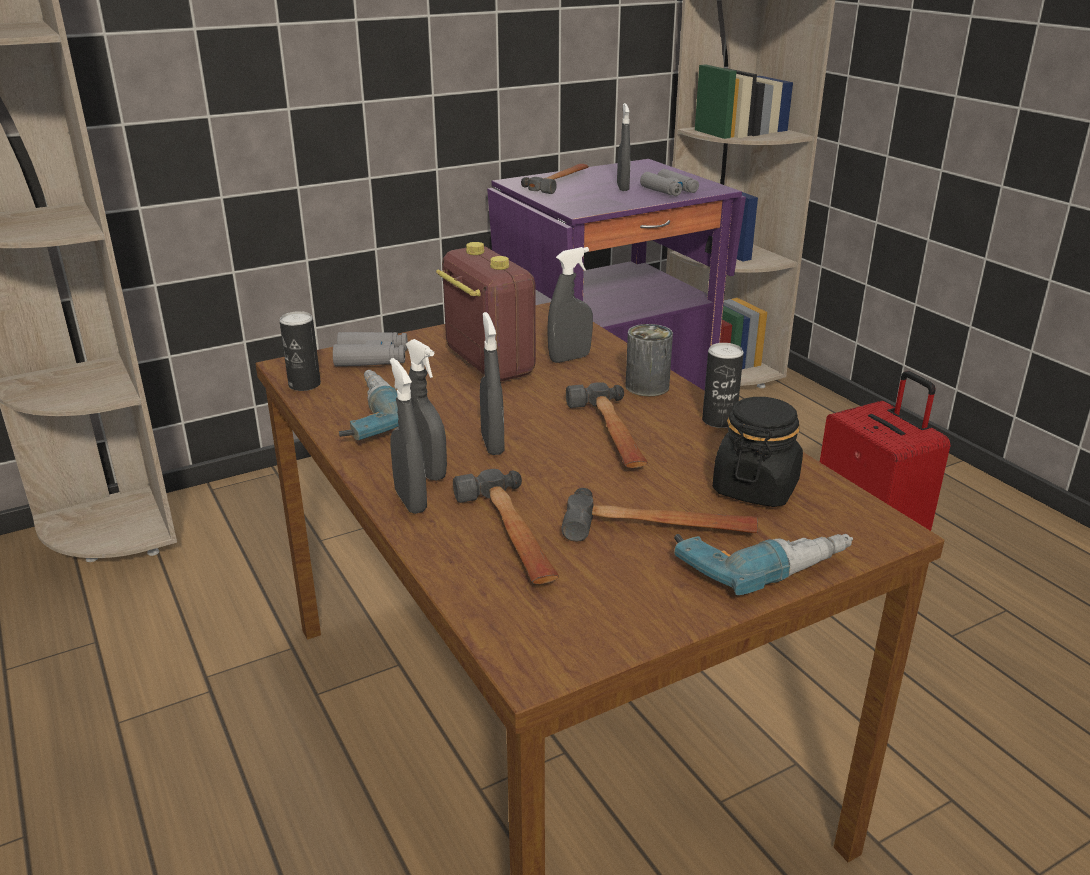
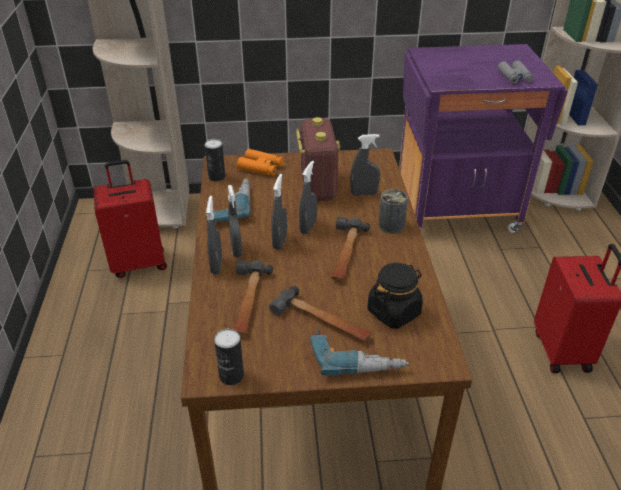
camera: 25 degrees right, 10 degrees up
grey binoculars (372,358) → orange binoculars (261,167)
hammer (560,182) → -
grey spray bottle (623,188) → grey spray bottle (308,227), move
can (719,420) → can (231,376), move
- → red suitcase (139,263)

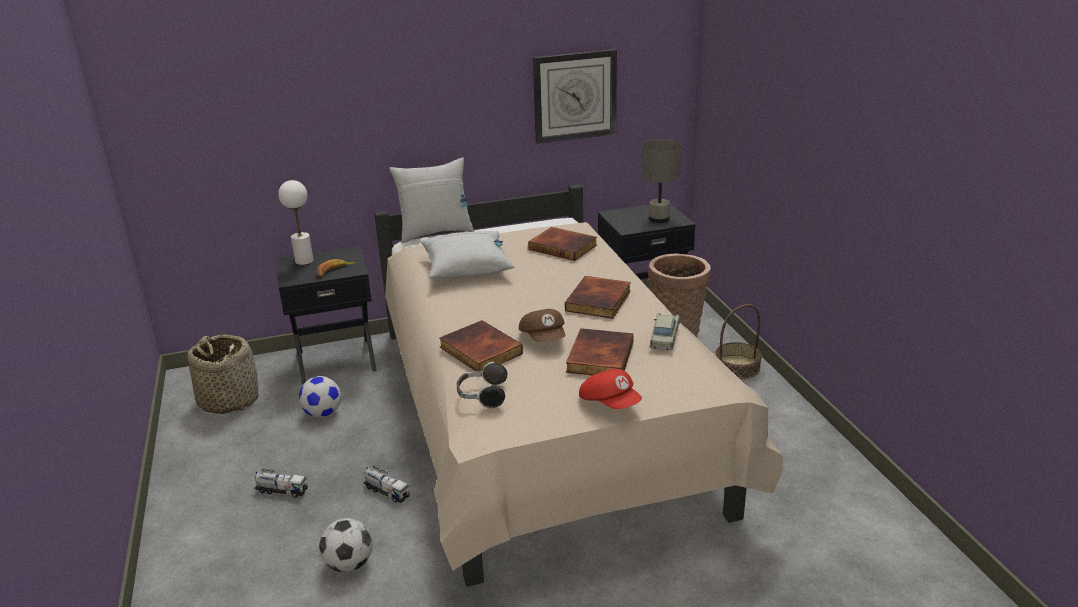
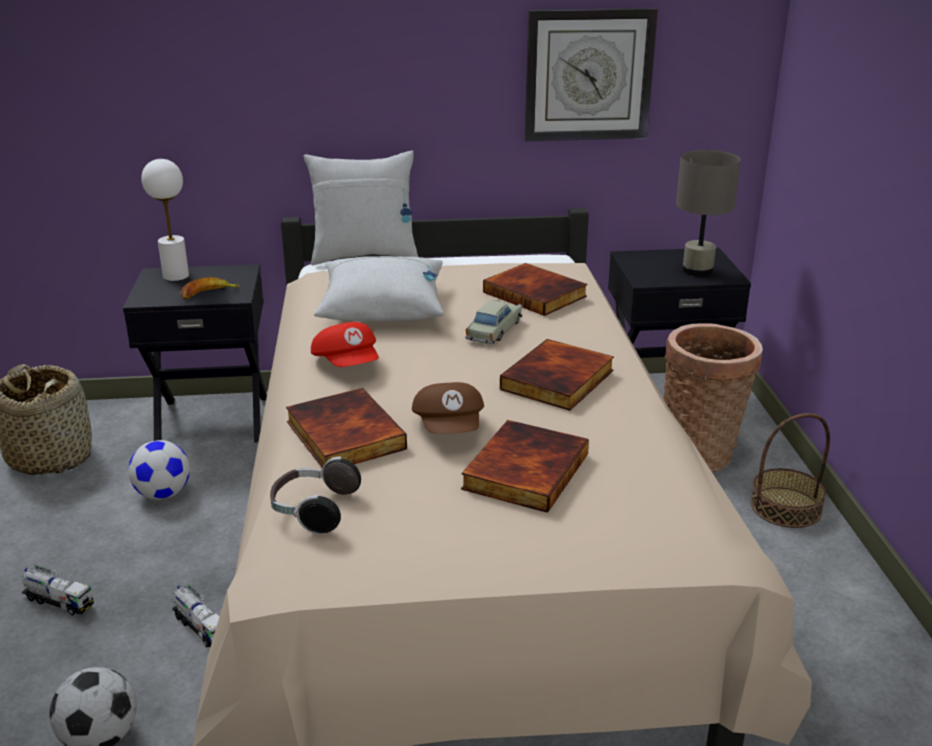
camera: 10 degrees right, 0 degrees up
red cap (610,403) → red cap (348,364), move
beige toy car (664,338) → beige toy car (493,330), move

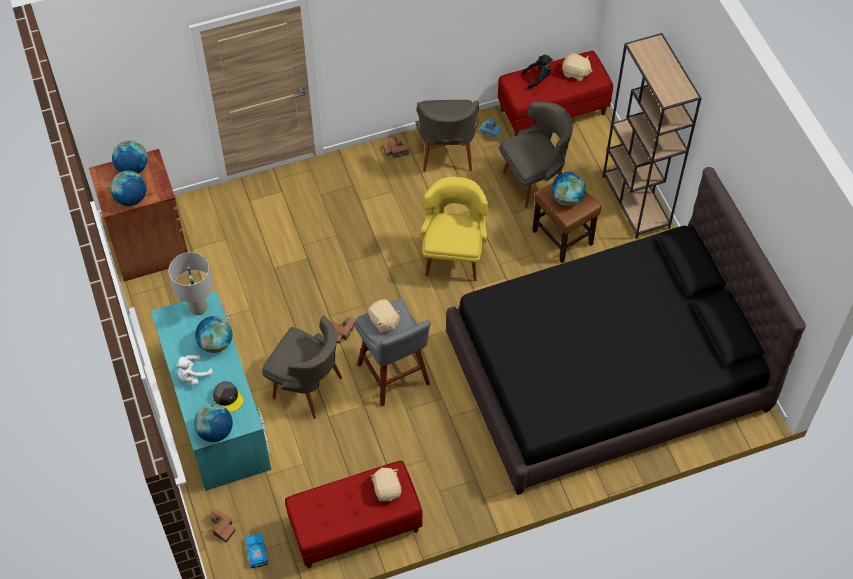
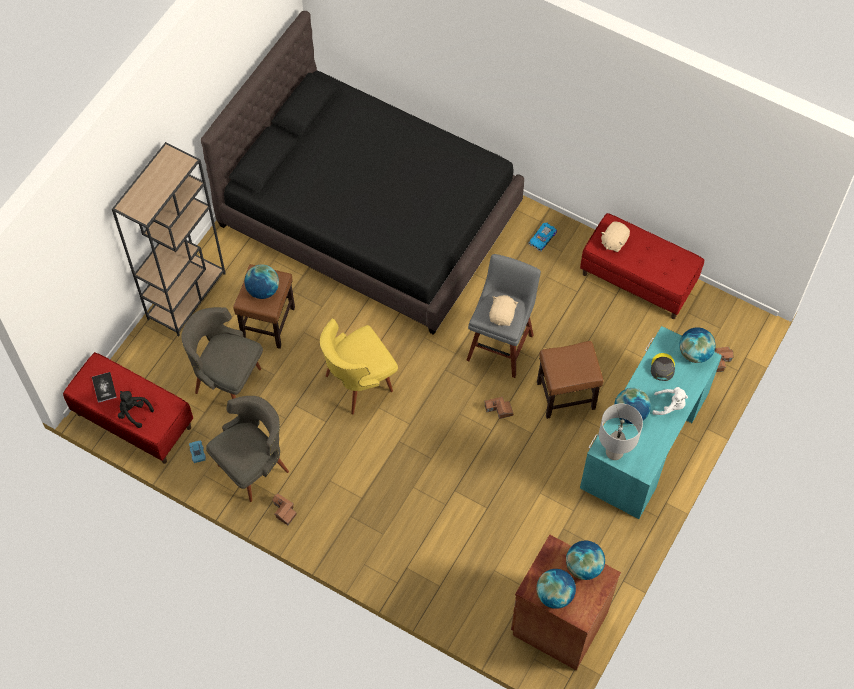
camera: 130 degrees left, 5 degrees up
toy car (256,552) → toy car (543,238), move
grey chair (307,388) → brown stool (566,395)
beige plush toy (575,73) → book (104,387)

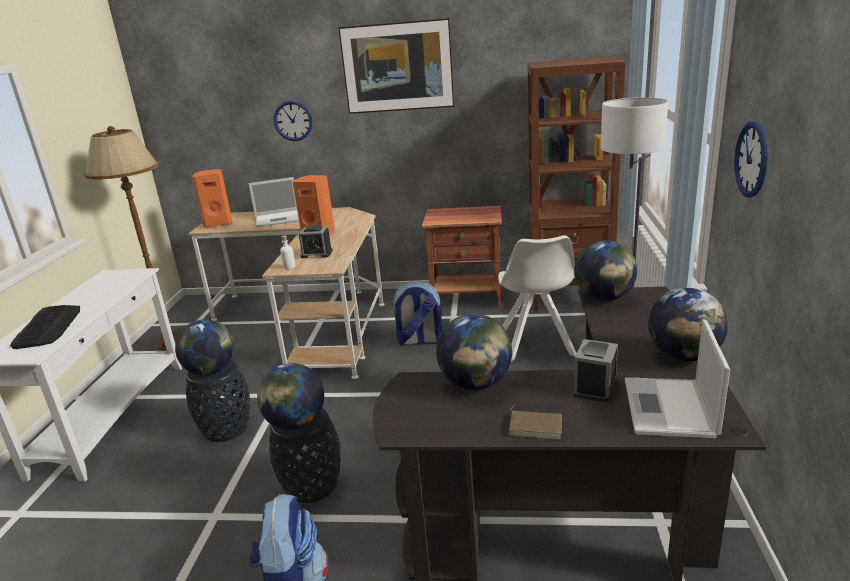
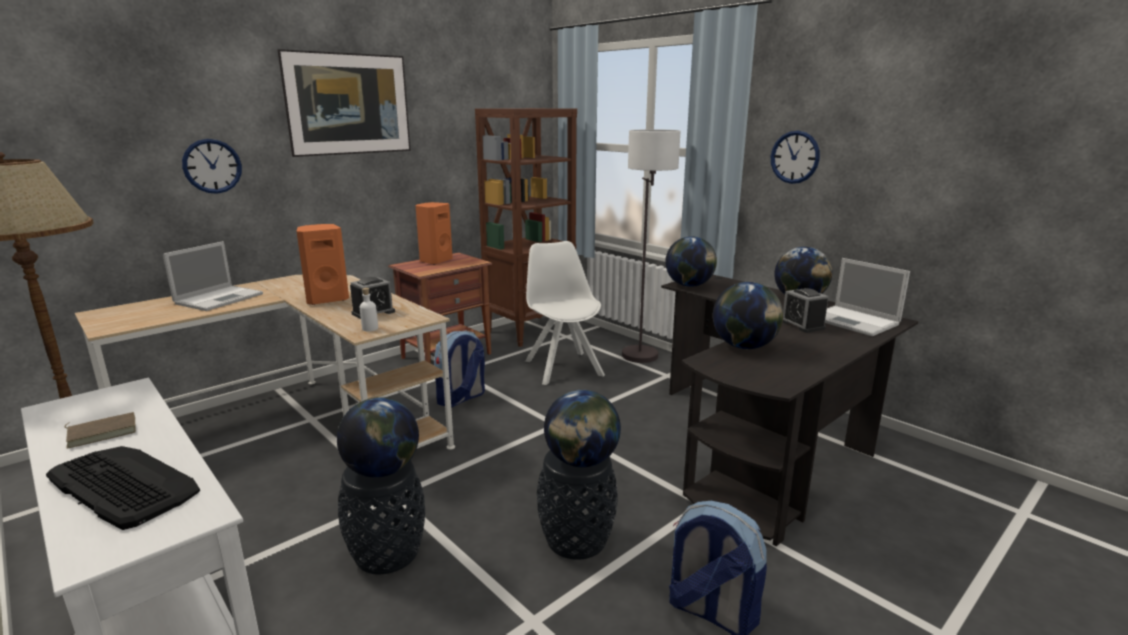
camera: 50 degrees left, 5 degrees down
orange speaker (218,223) → orange speaker (435,261), move
white chair (536,344) → white chair (563,367), 150 degrees counterclockwise
brown book (536,426) → brown book (103,432), move

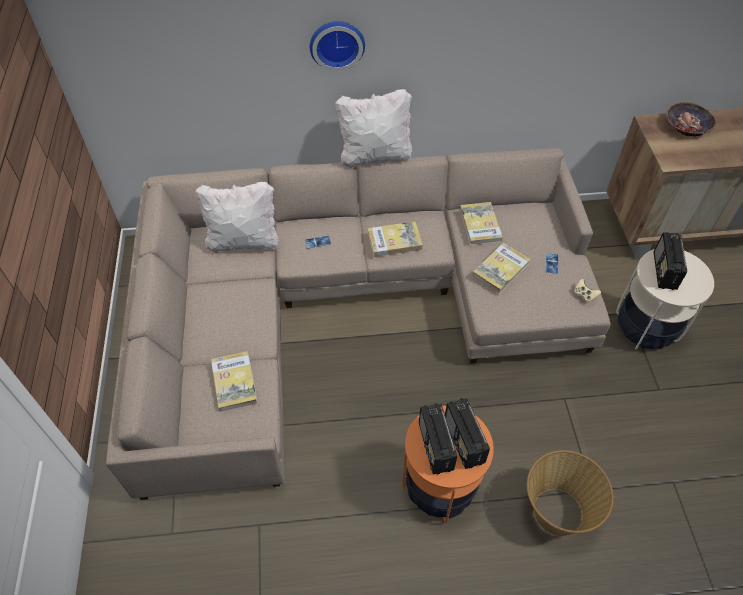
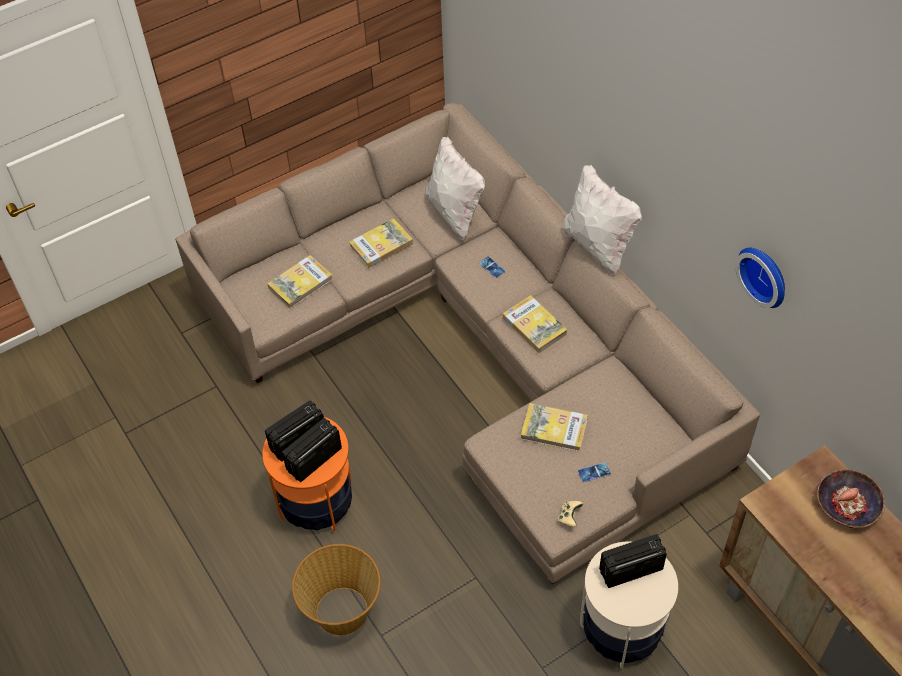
camera: 65 degrees right, 0 degrees up
wall clock (337,43) → wall clock (765,275), move
book (480,225) → book (381,245), move

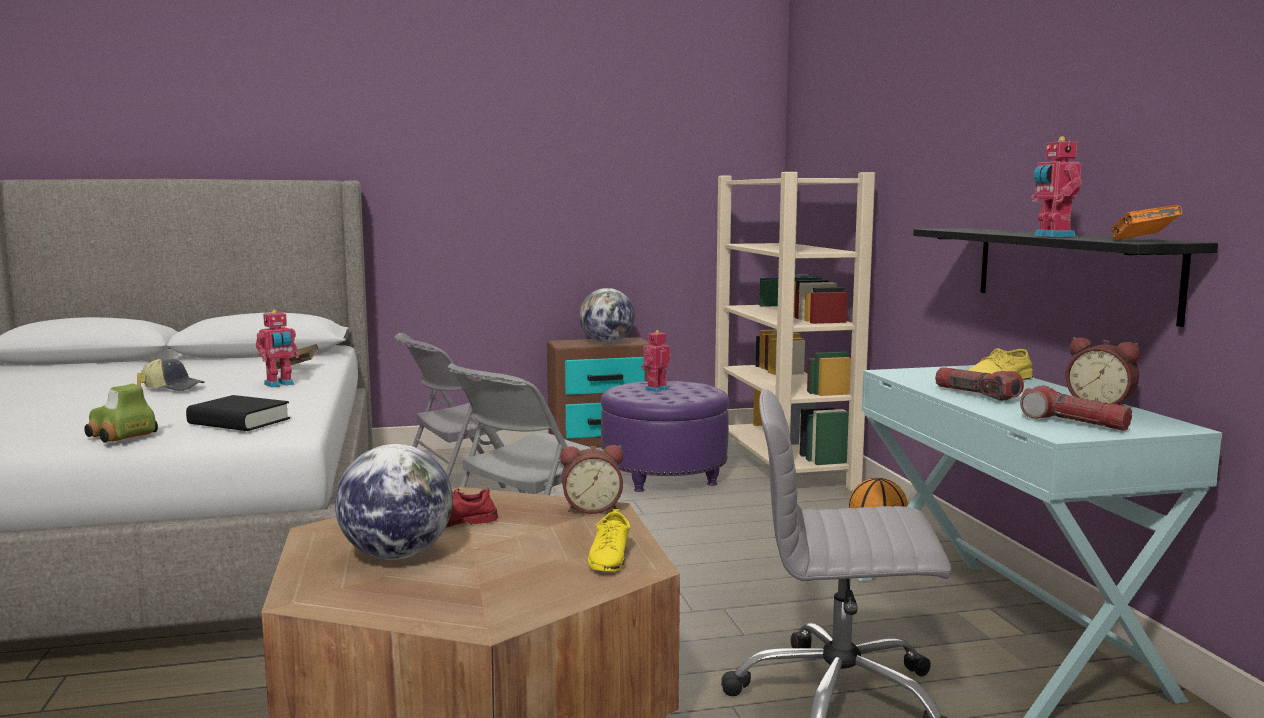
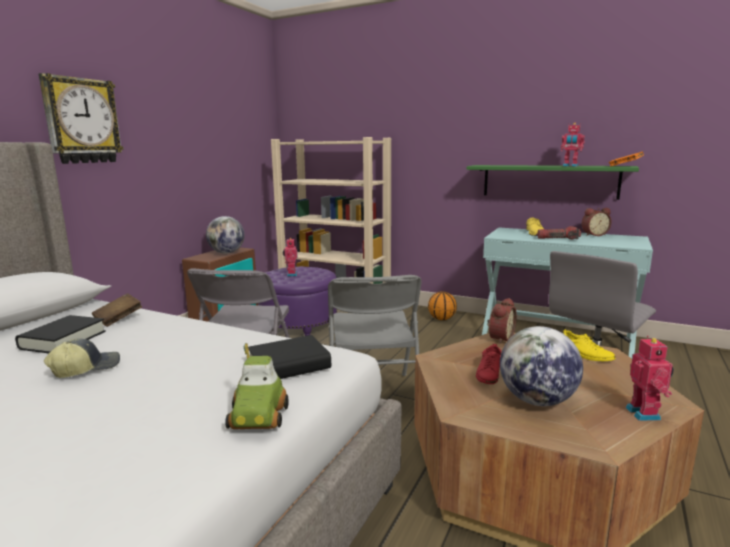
camera: 50 degrees left, 5 degrees up
toy car (121,436) → toy car (259,417), 75 degrees counterclockwise
toy robot (280,384) → toy robot (645,413), move
black shelf (1070,270) → green shelf (549,181)
flashlight (1073,423) → -
- → black book (63,340)
- → wall clock (82,121)

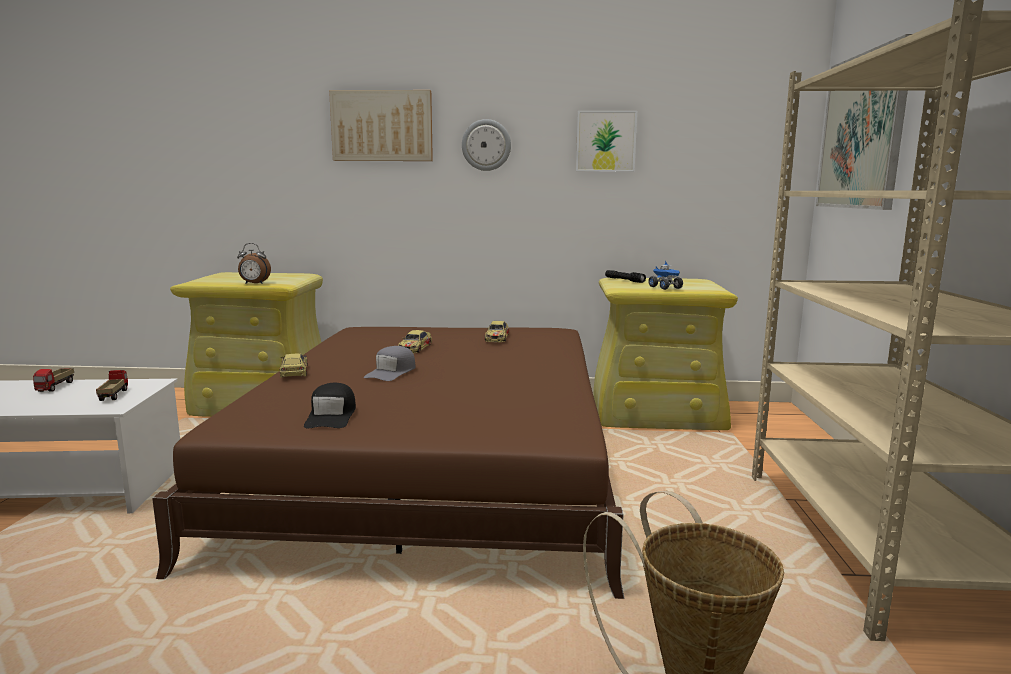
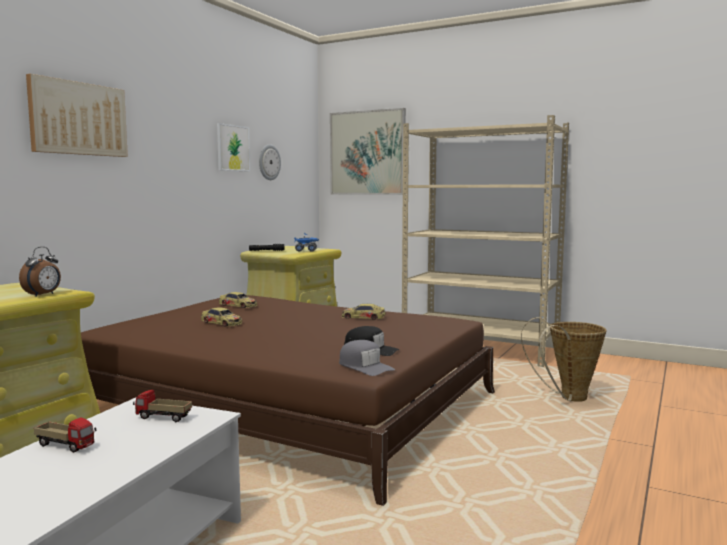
camera: 65 degrees left, 5 degrees down
toy car (294,371) → toy car (363,317), move
grey cap (391,372) → grey cap (365,367), move
wall clock (486,145) → wall clock (269,162), move

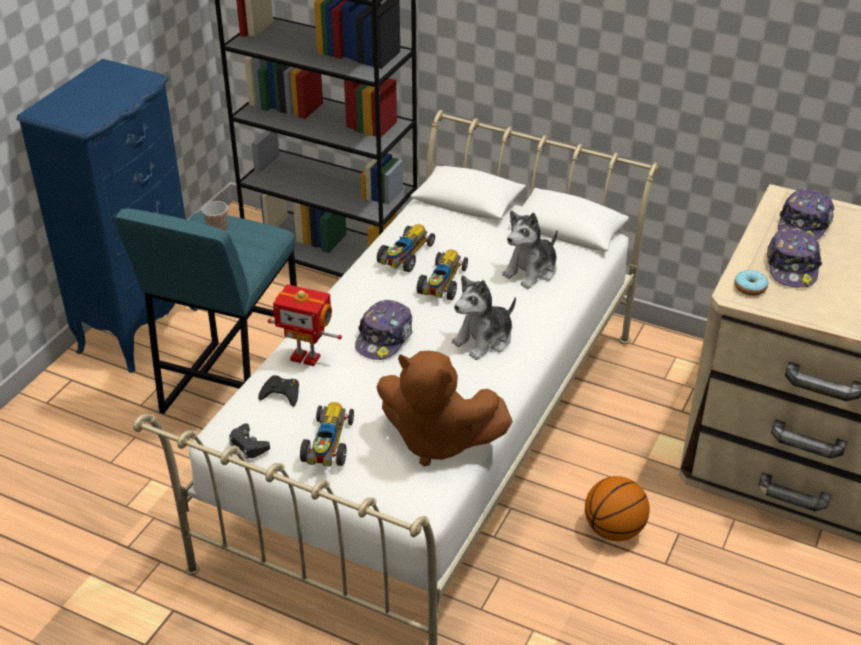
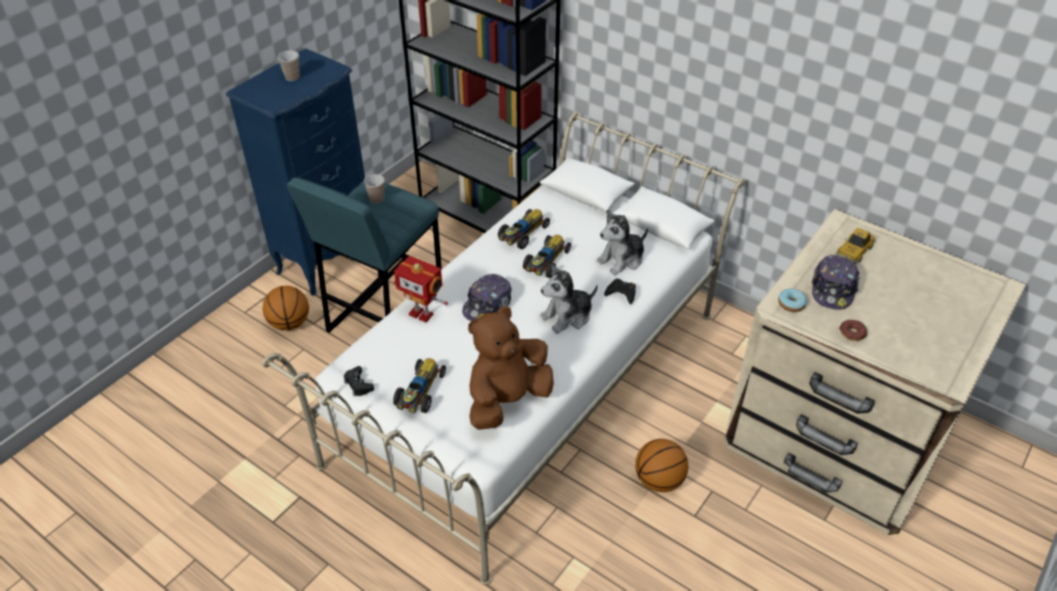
camera: 10 degrees right, 5 degrees up
black game controller (281,394) → black game controller (621,293), move
brown plush toy (437,440) → brown plush toy (507,400), 105 degrees clockwise
cap (804,225) → toy car (854,250)
- → basketball (289,323)
- → cup (292,77)
- → donut (852,333)

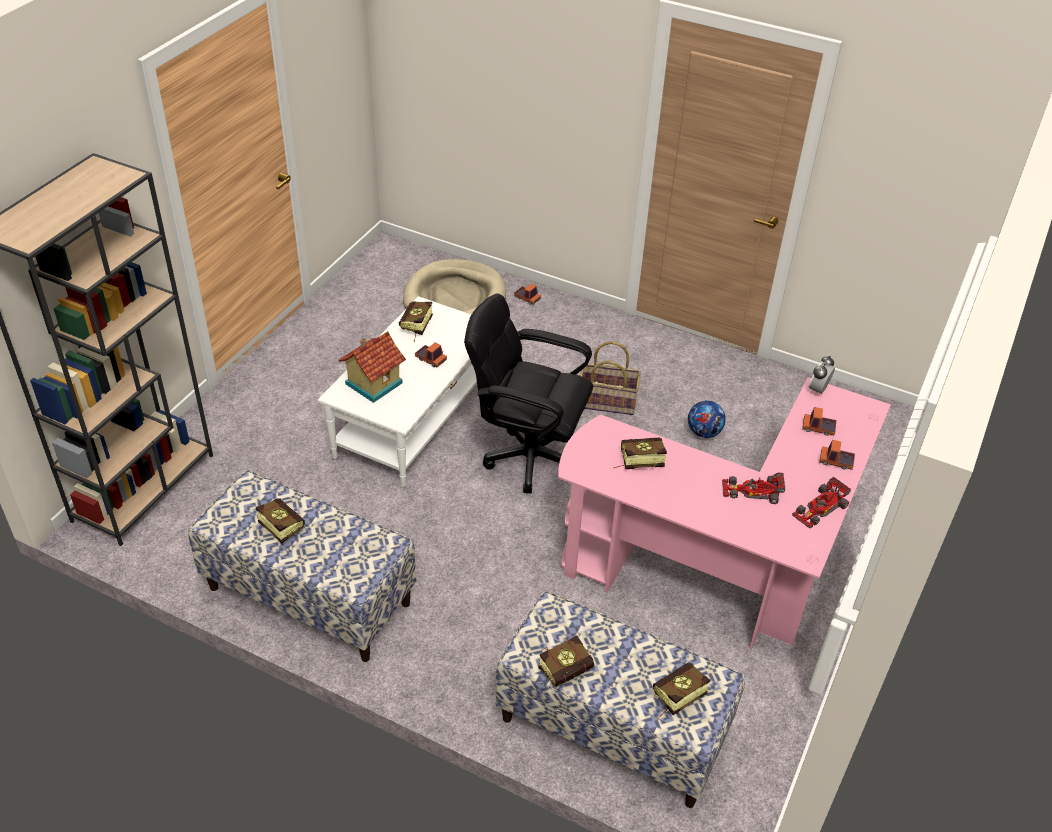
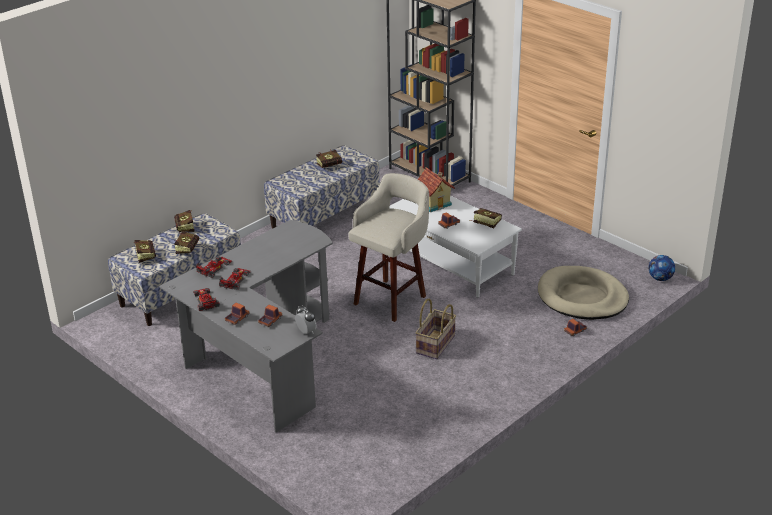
camera: 110 degrees right, 10 degrees down
black office chair (525,460) → beige stool (392,299)
pink desk (724,564) → grey desk (260,358)
book (636,461) → book (188,248), move
football (704,432) → football (660,278), move
- → toy car (214,268)

